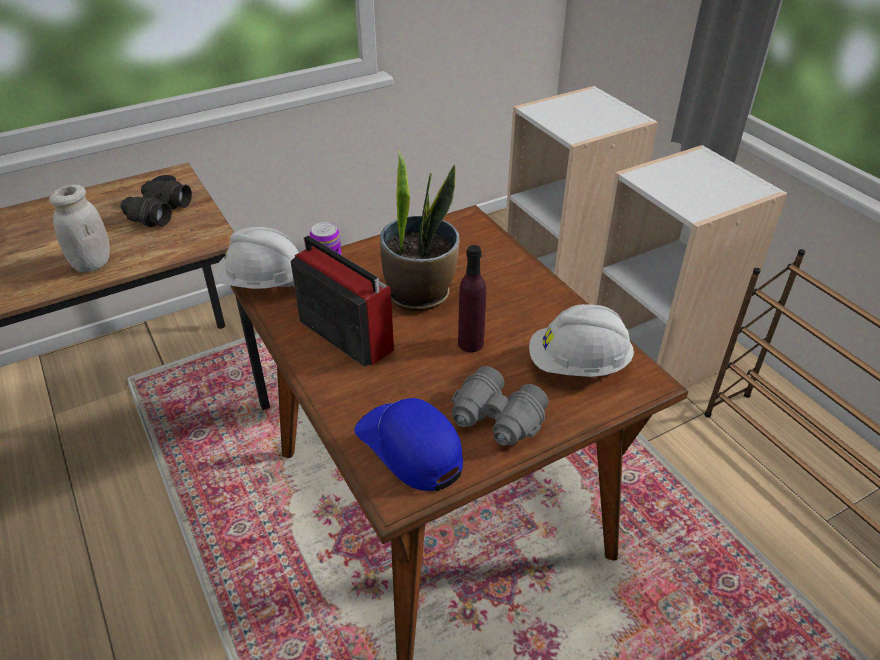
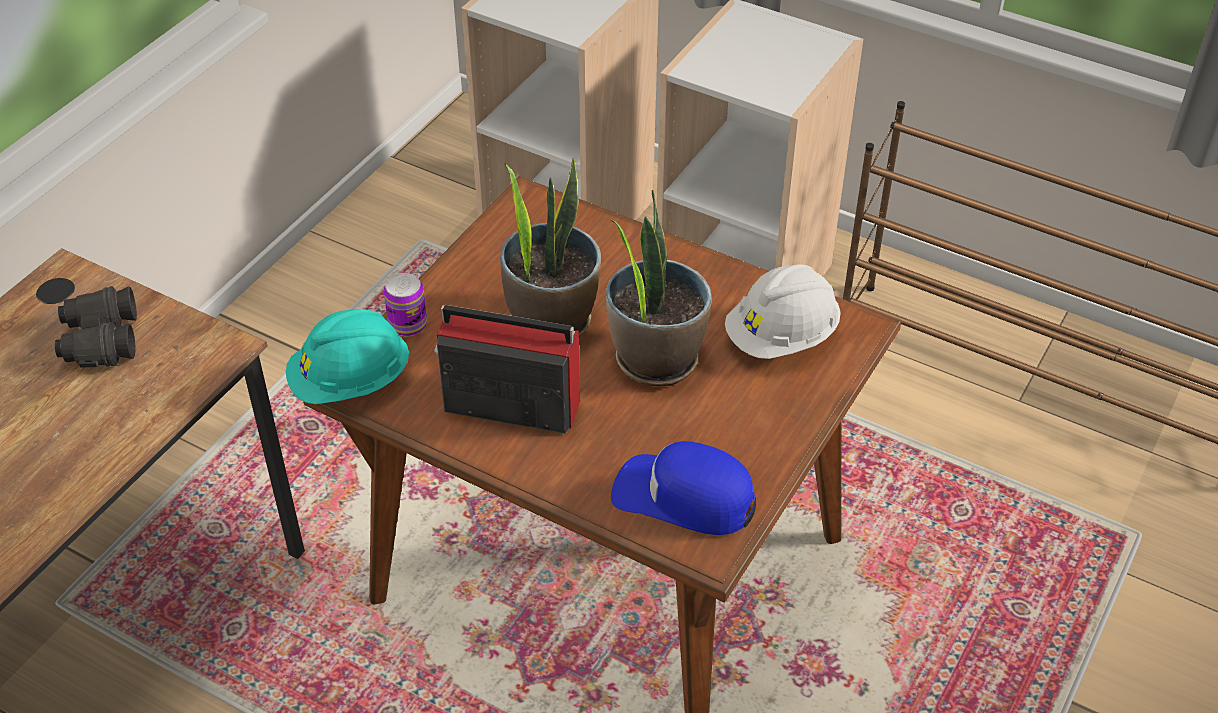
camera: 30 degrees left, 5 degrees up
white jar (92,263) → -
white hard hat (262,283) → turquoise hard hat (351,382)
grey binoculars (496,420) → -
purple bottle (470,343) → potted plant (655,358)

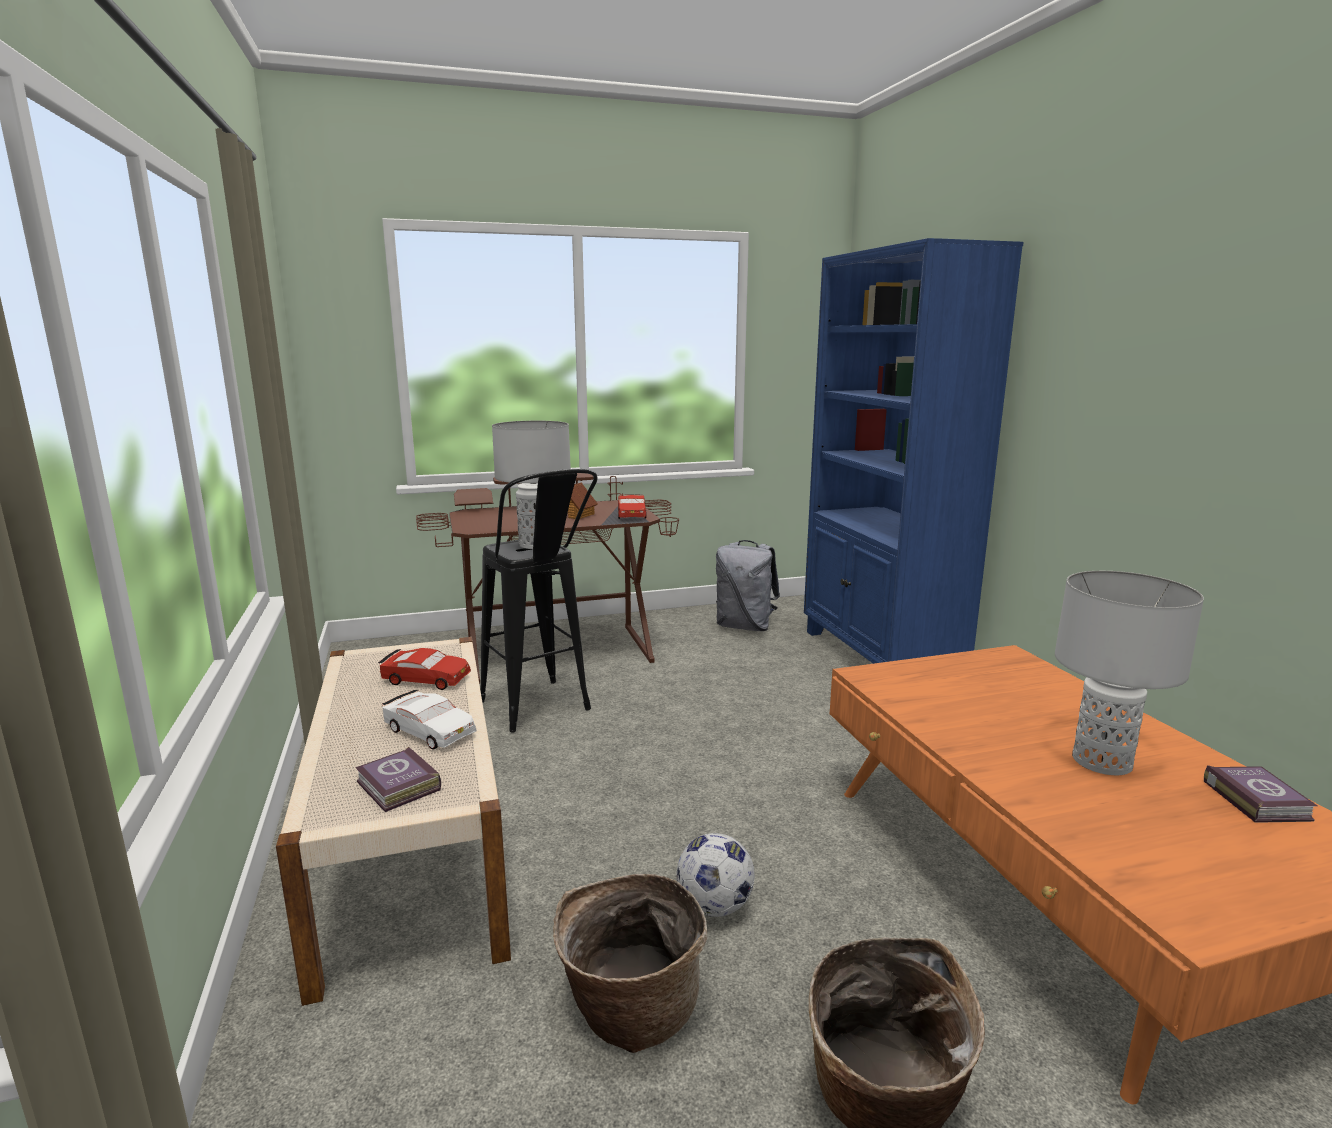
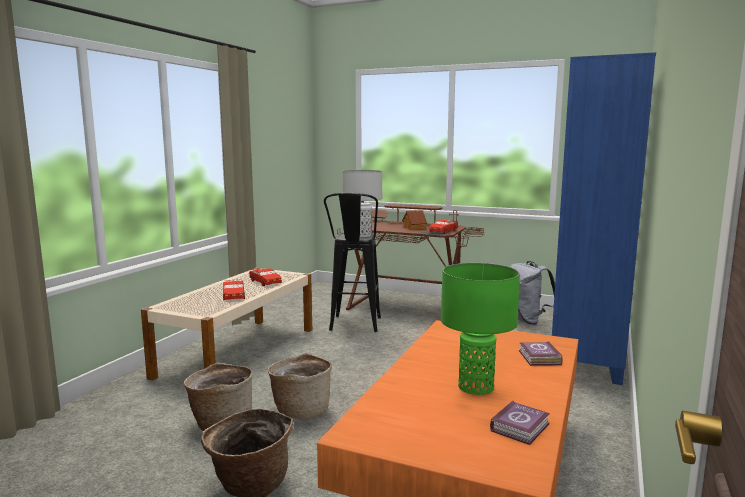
camera: 40 degrees right, 5 degrees down
book (398,787) → book (539,358), move
white toy car (430,730) → red toy car (233,295)
football (714,906) → basket (301,410)
white table lamp (1100,761) → green table lamp (475,386)

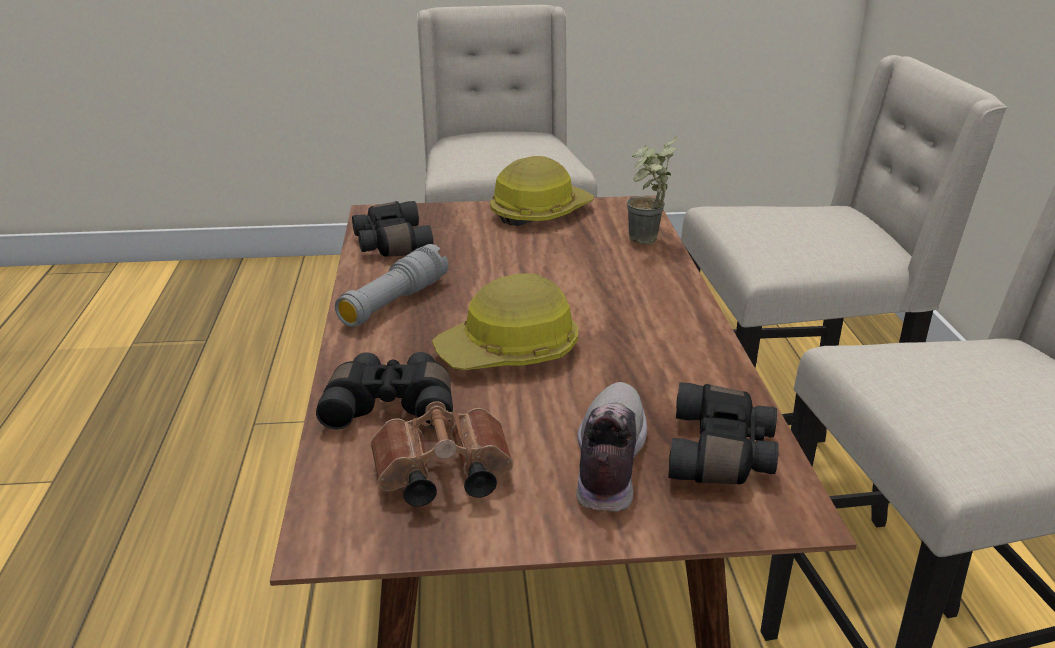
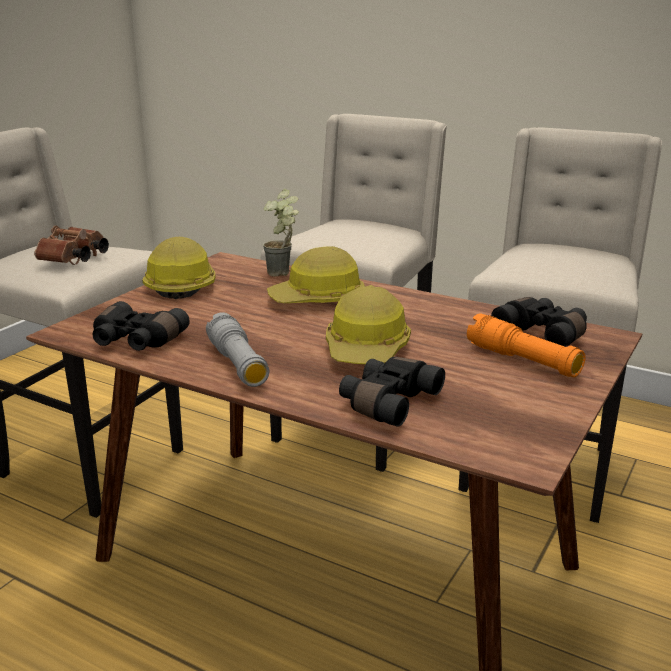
camera: 55 degrees left, 5 degrees down
brown binoculars (439,478) → brown binoculars (74,259), move
shoe (607,462) → orange flashlight (523,360)
- → hard hat (318,299)

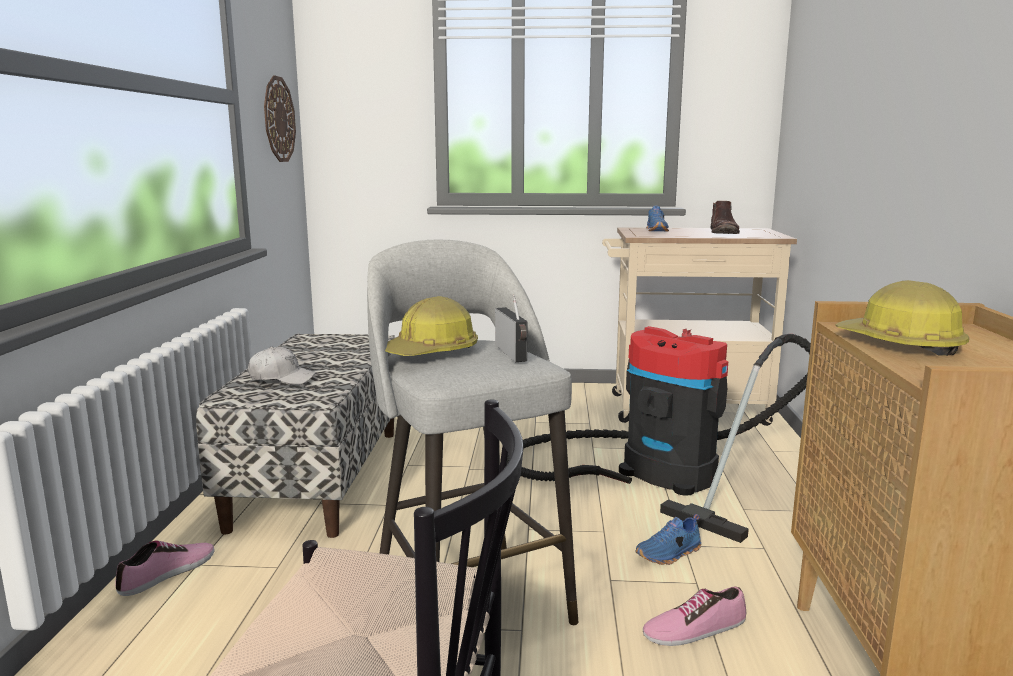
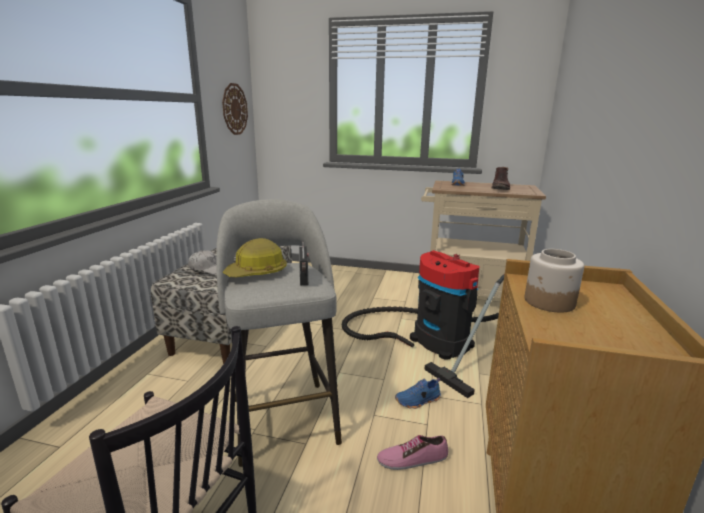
camera: 10 degrees right, 5 degrees up
shoe (168,573) → -
hard hat (900,344) → jar (549,302)

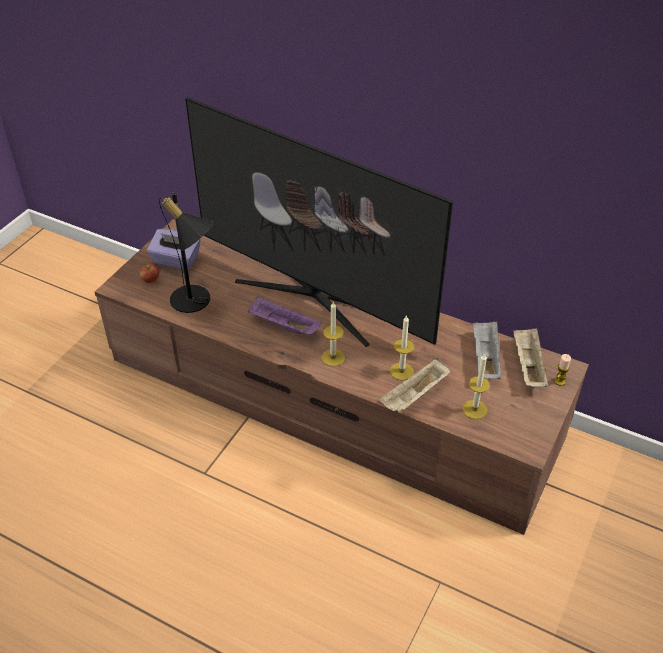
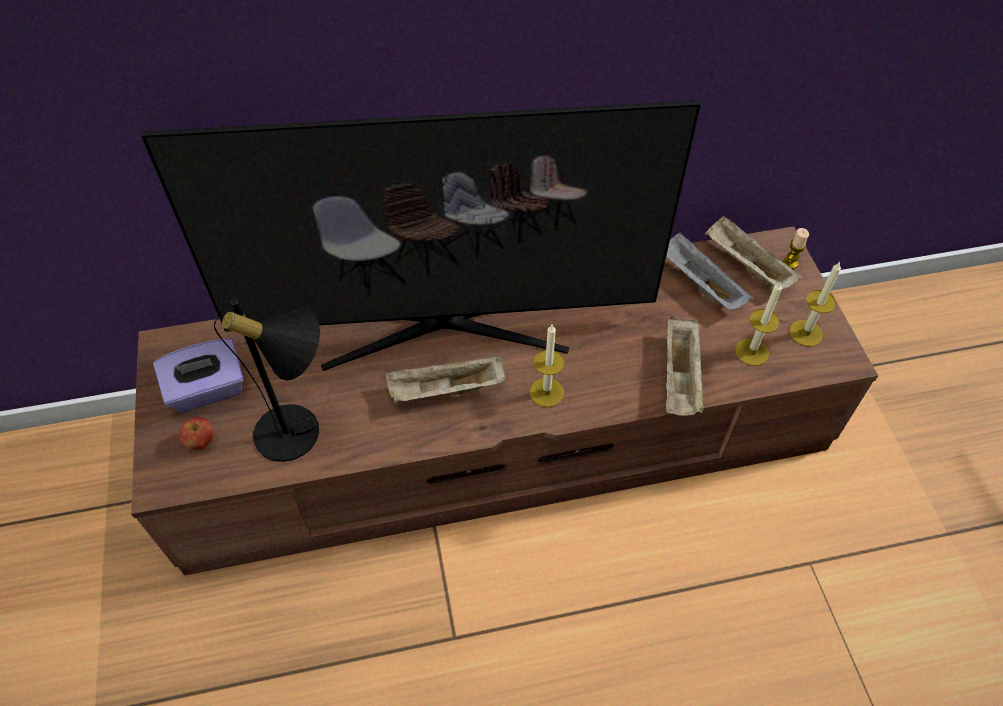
camera: 40 degrees left, 10 degrees up
purple tray (283,326) → beige tray (445,391)
candle (401,371) → candle (805,333), move

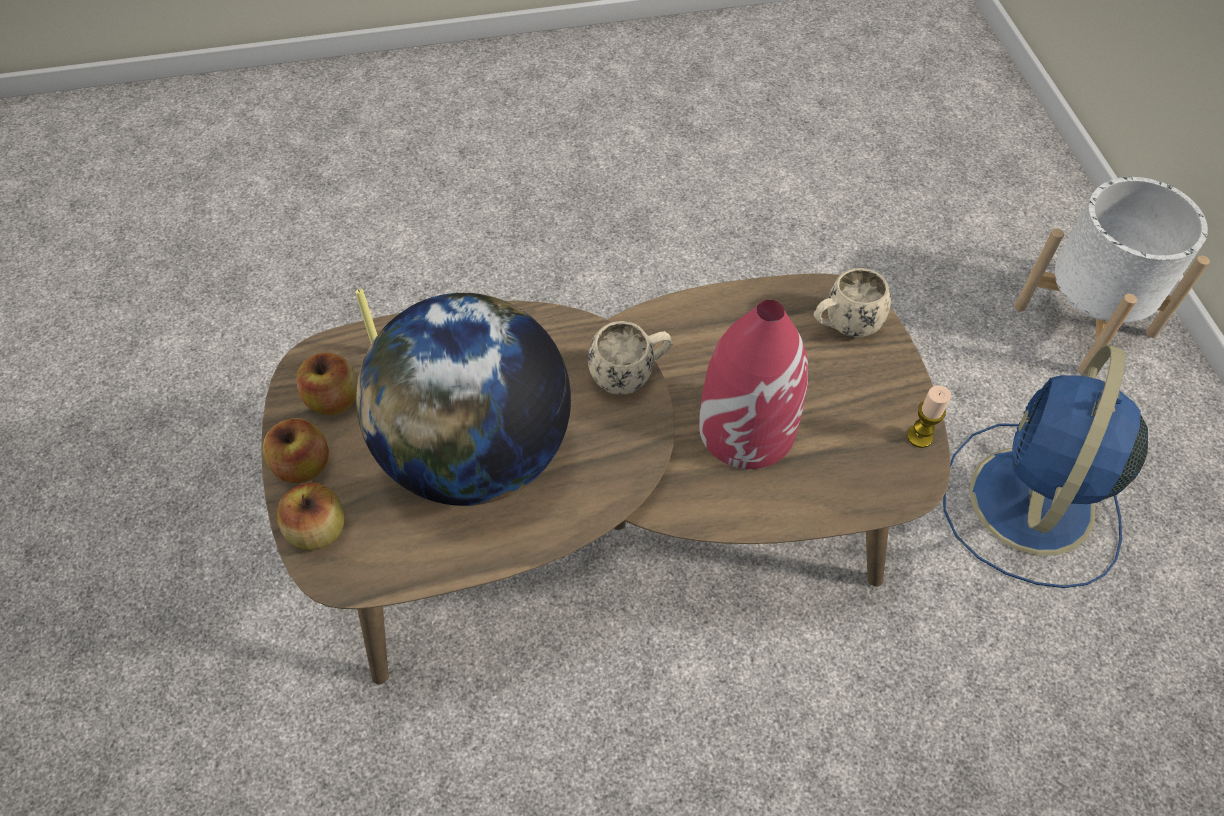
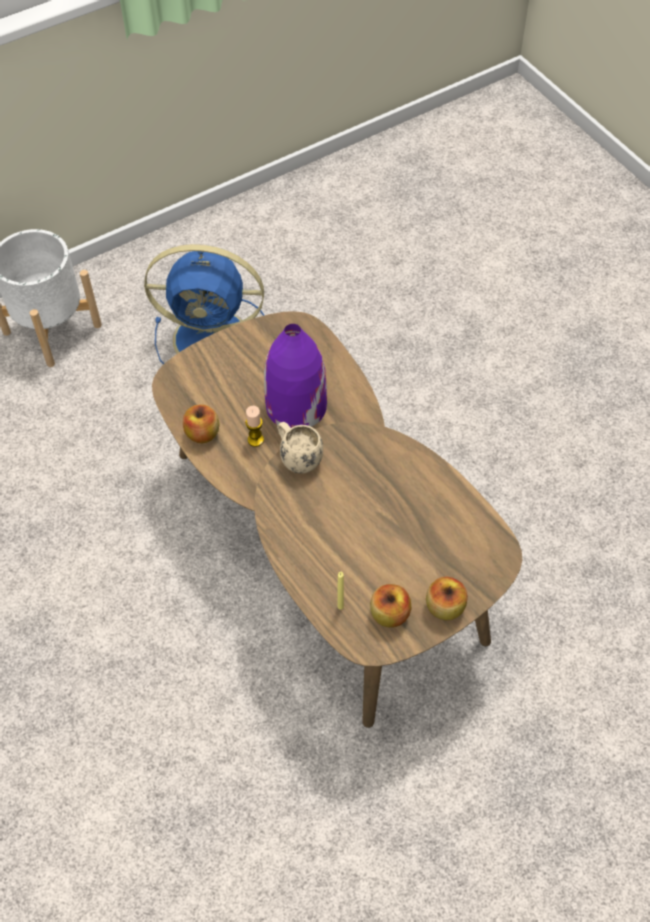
camera: 110 degrees left, 0 degrees up
apple (318,531) → apple (202,434), move
globe (476,455) → -
red vase (746,427) → purple vase (295,406)
beige mug (844,326) → -
candle (919,437) → candle (255,440), move

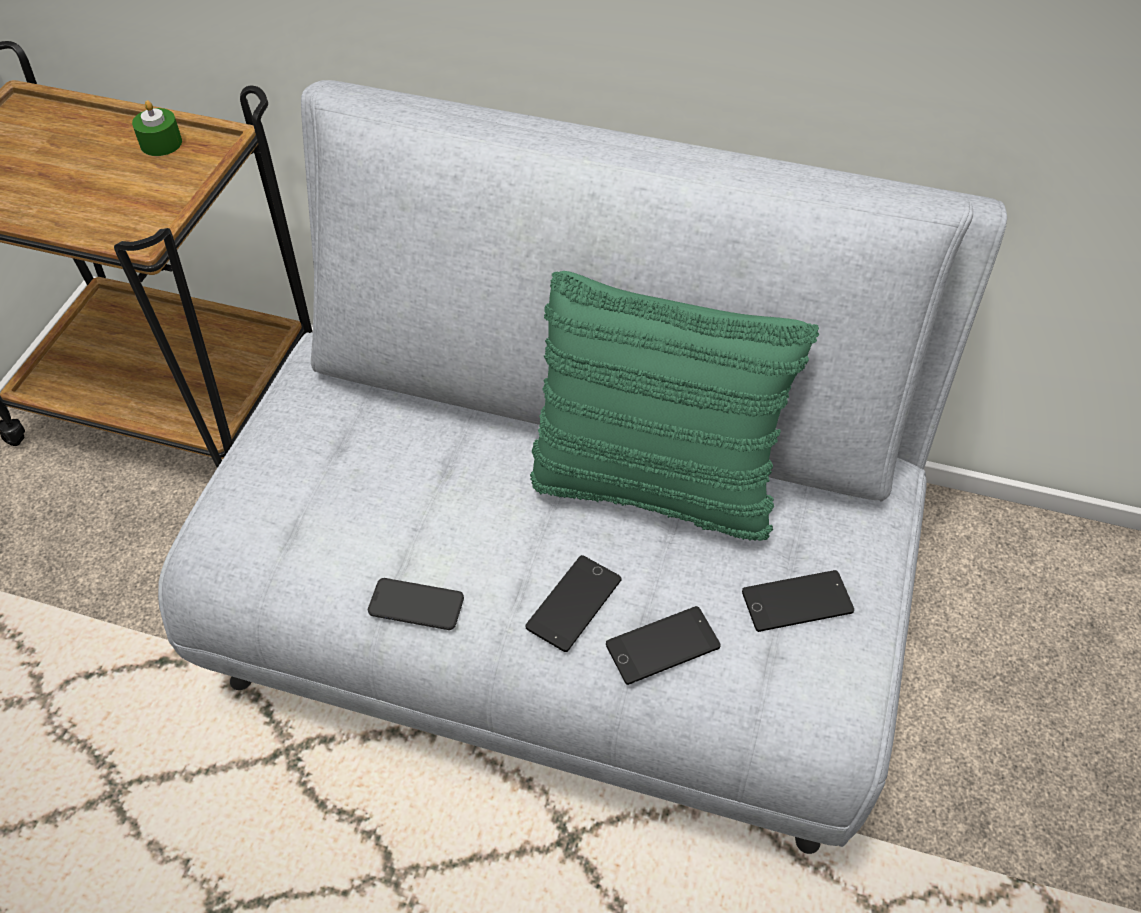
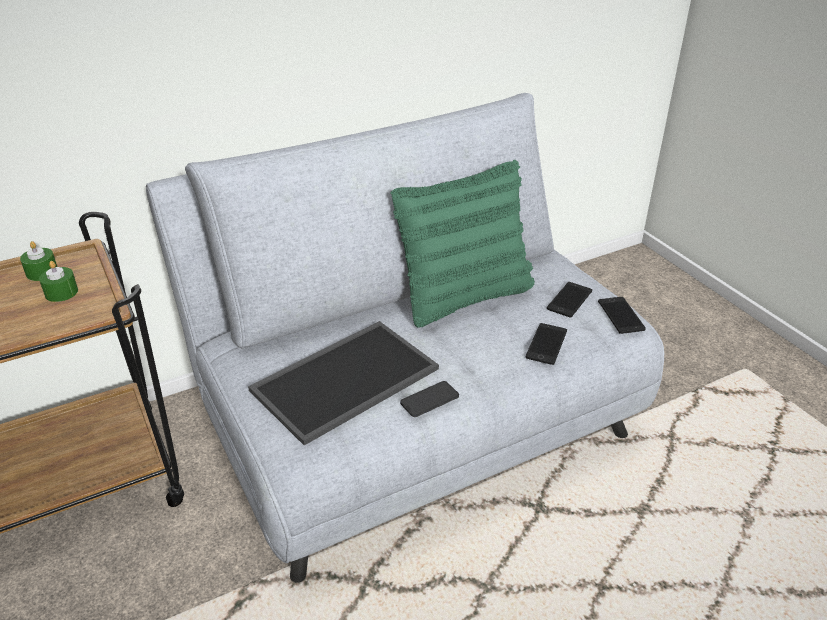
camera: 45 degrees left, 15 degrees down
phone (574,603) → phone (621,315), move
- → green candle (61,292)
- → tray (345,377)

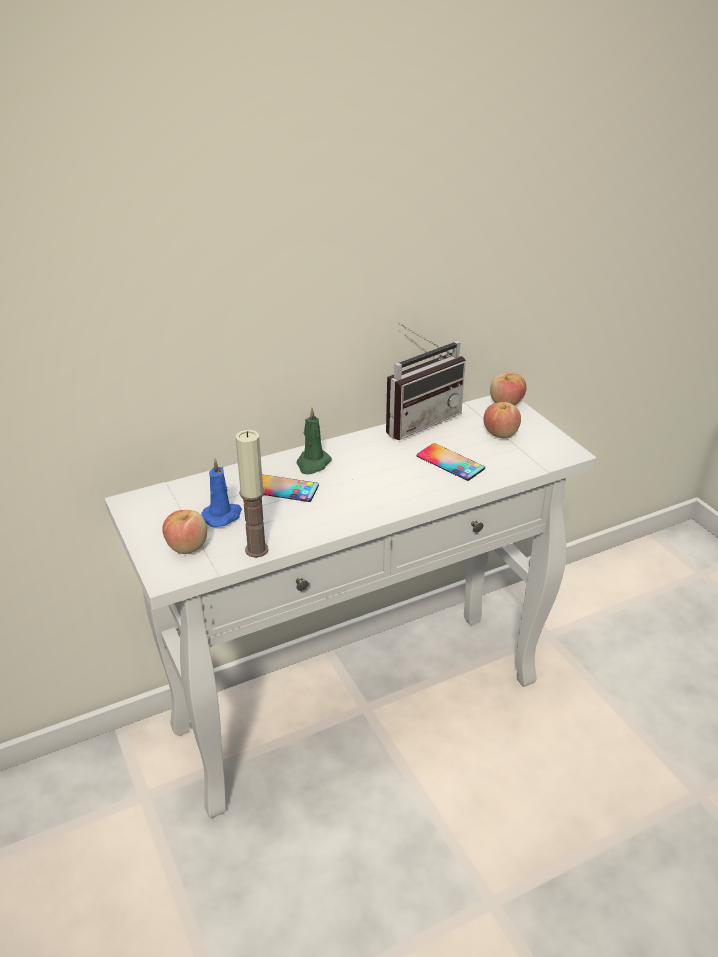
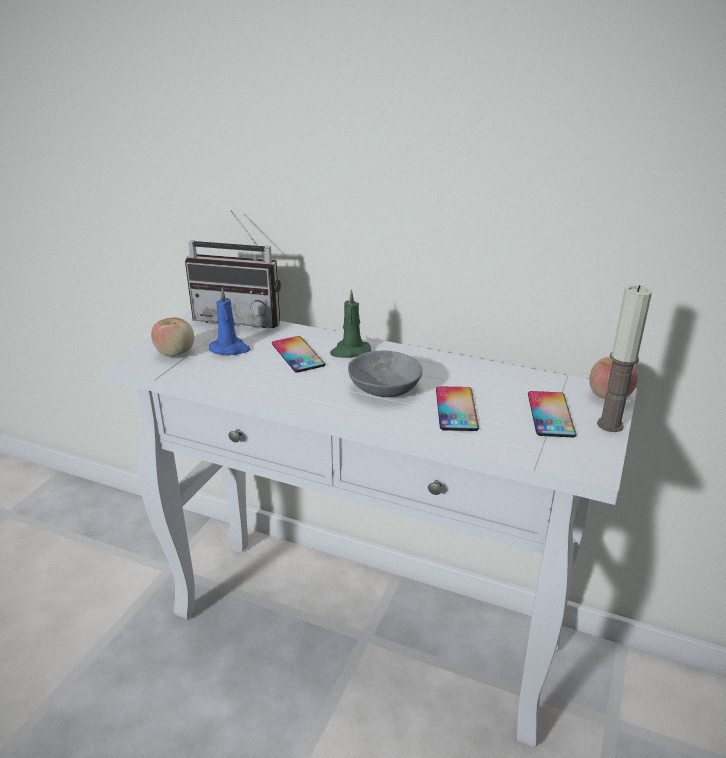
camera: 50 degrees right, 5 degrees down
candle (256,549) → candle (610,424), move
radio (418,420) → radio (241,318), move
apple (500,433) → phone (550,414)
- → grey bowl (383,389)

